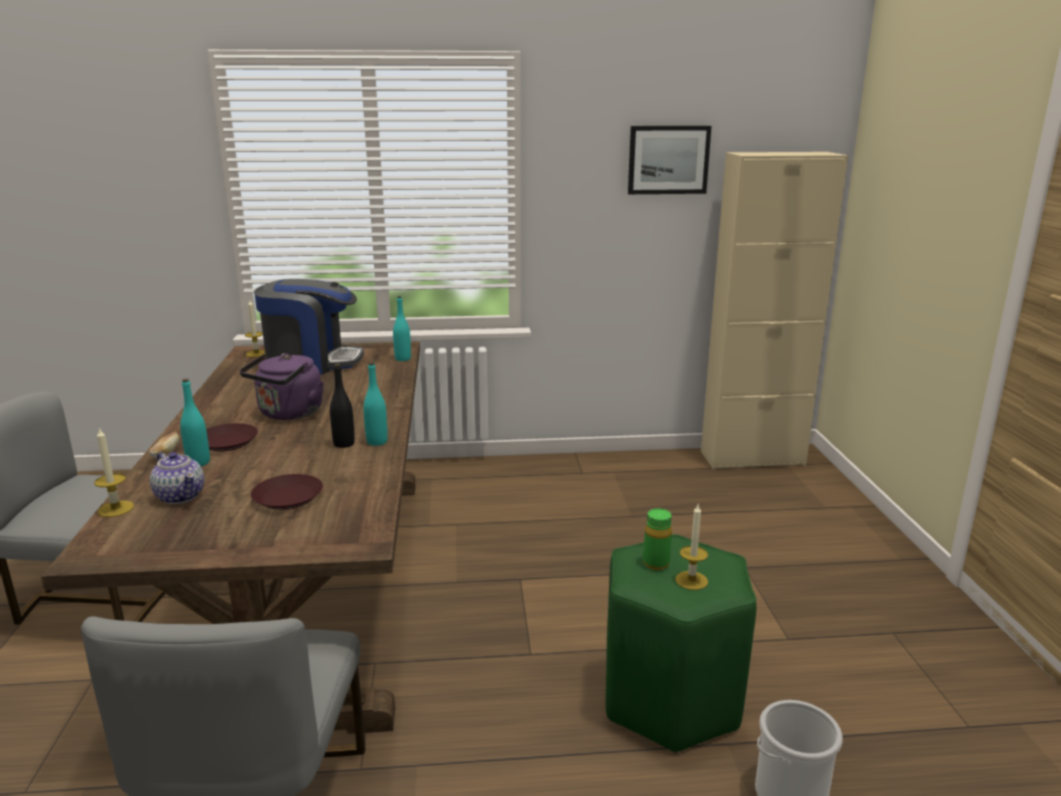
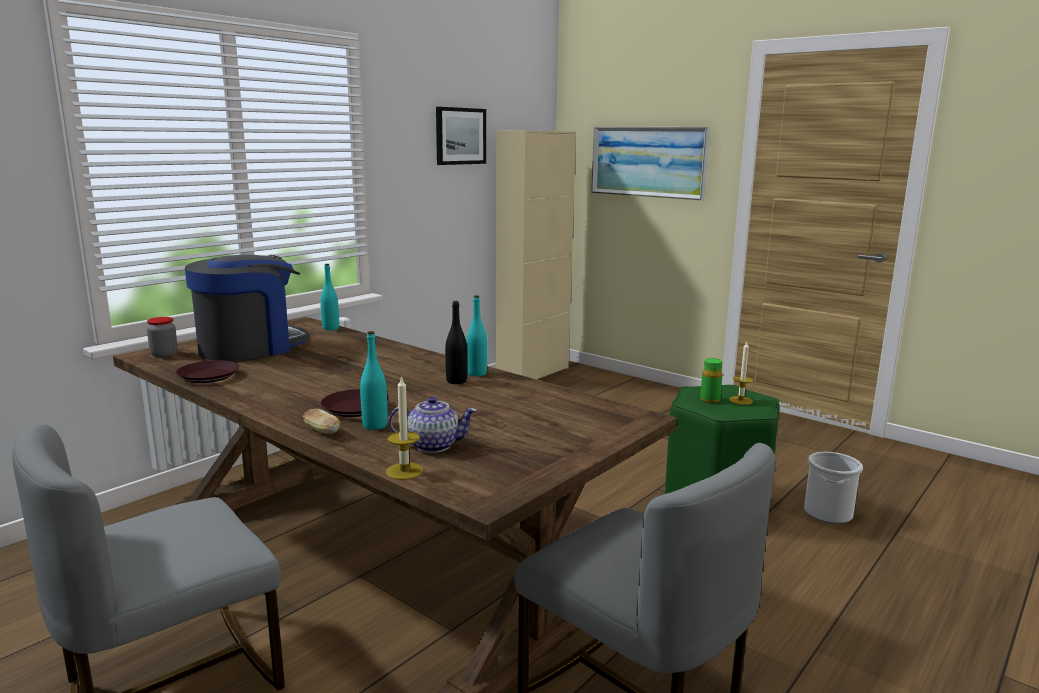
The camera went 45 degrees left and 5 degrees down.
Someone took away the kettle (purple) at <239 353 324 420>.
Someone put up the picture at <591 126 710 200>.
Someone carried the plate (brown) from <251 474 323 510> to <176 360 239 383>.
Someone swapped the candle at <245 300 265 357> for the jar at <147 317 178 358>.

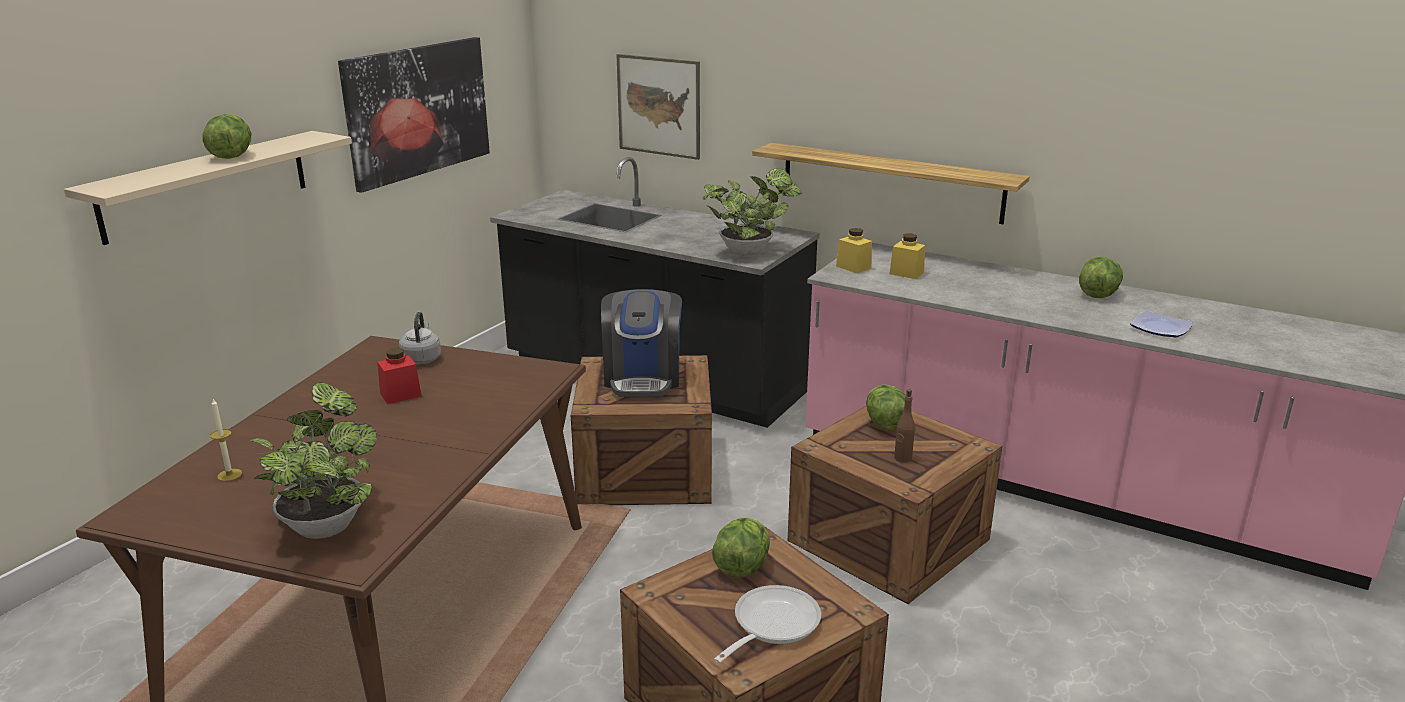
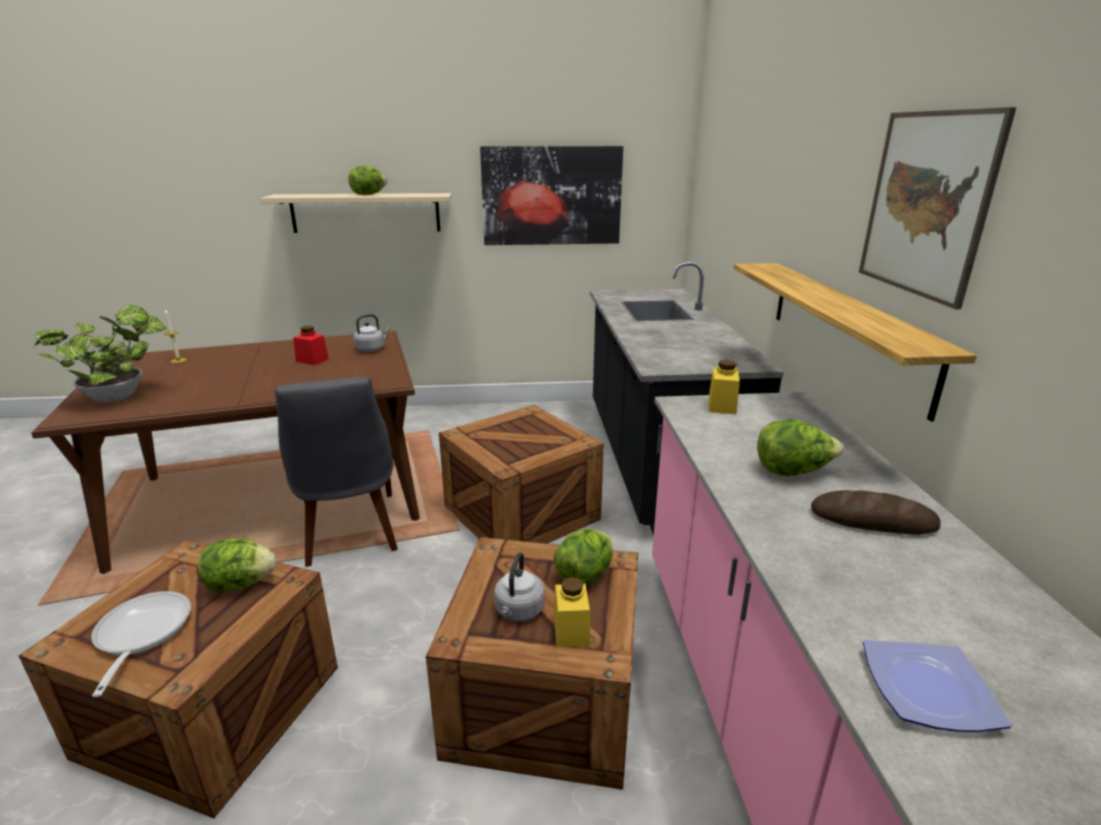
The camera went 55 degrees right and 0 degrees up.
Someone took away the coffee machine at <601 289 682 397>.
Someone took away the potted plant at <702 168 802 256>.
Someone put down the chair (grey) at <275 377 398 567>.
Someone put down the bread at <811 490 941 535>.
Someone carried the picture from <616 54 700 160> to <859 107 1017 309>.
Someone carried the jar (yellow) from <890 233 925 279> to <554 577 590 647>.
Someone carried the lettuce from <1079 257 1123 298> to <757 419 844 476>.
Someone swapped the bottle (brown) at <894 389 915 463> for the kettle (grey) at <494 552 545 621>.
Someone rotated the frying pan at <714 585 821 663> by 105 degrees counterclockwise.

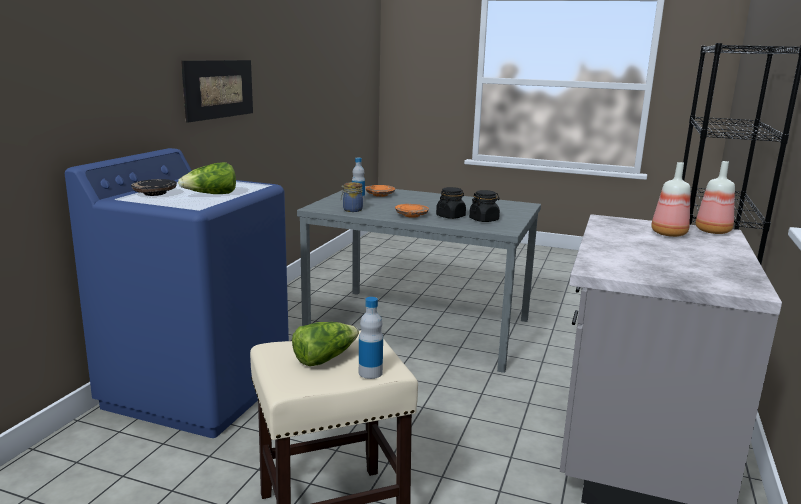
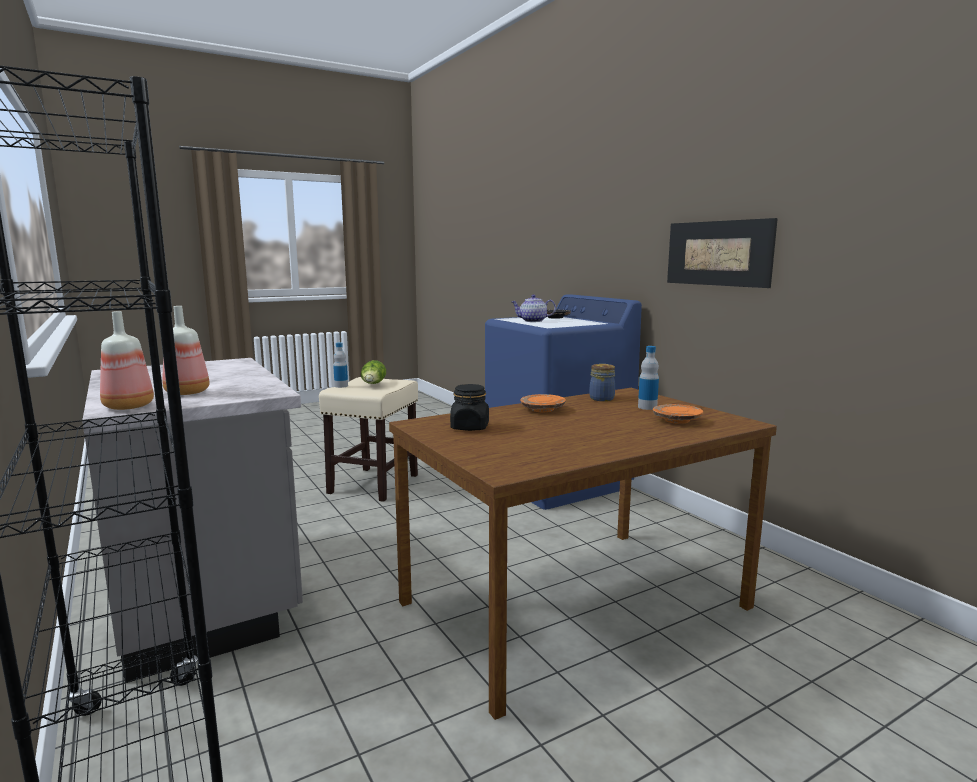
The camera went 130 degrees right and 5 degrees down.
Someone took away the jar (black) at <436 187 466 219>.
Someone swapped the lettuce at <178 162 236 194> for the teapot at <512 294 556 322>.
Someone repainted the dining table (grey) at <297 186 541 373>, which became the dining table (brown) at <389 388 777 720>.

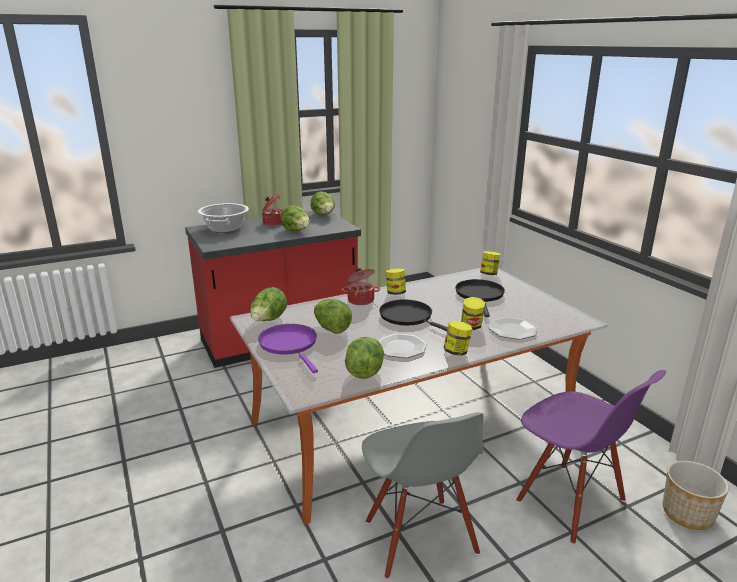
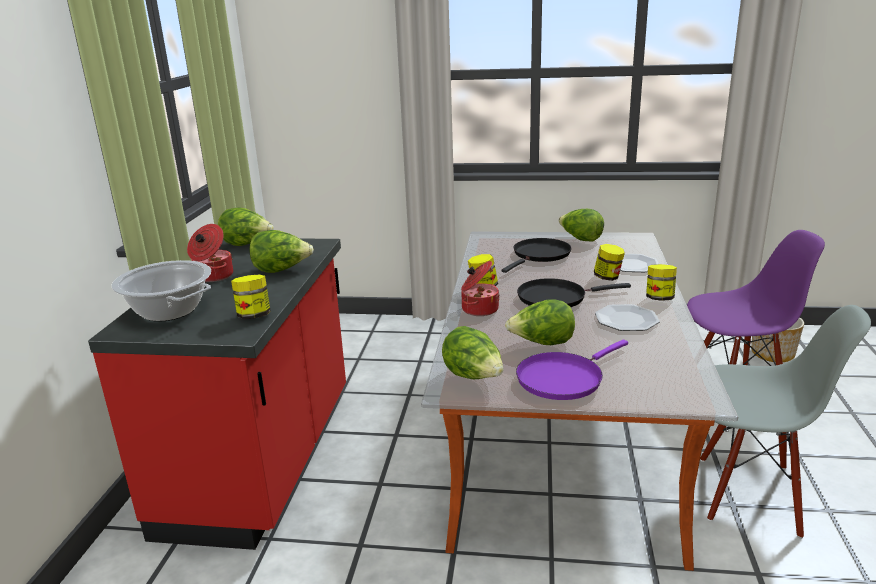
The camera went 55 degrees left and 0 degrees up.
Someone carried the lettuce from <345 337 384 379> to <559 209 604 241>.
Someone carried the jar from <480 251 500 275> to <231 275 271 319>.
Someone rotated the frying pan (purple) at <258 324 318 373> by 45 degrees counterclockwise.
Someone rotated the frying pan (black) at <455 279 505 317> by 90 degrees clockwise.

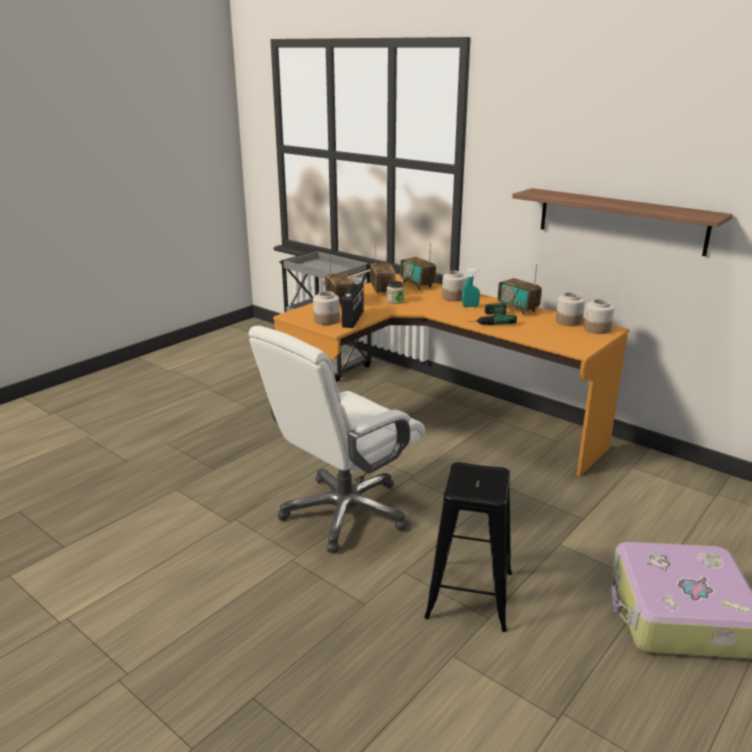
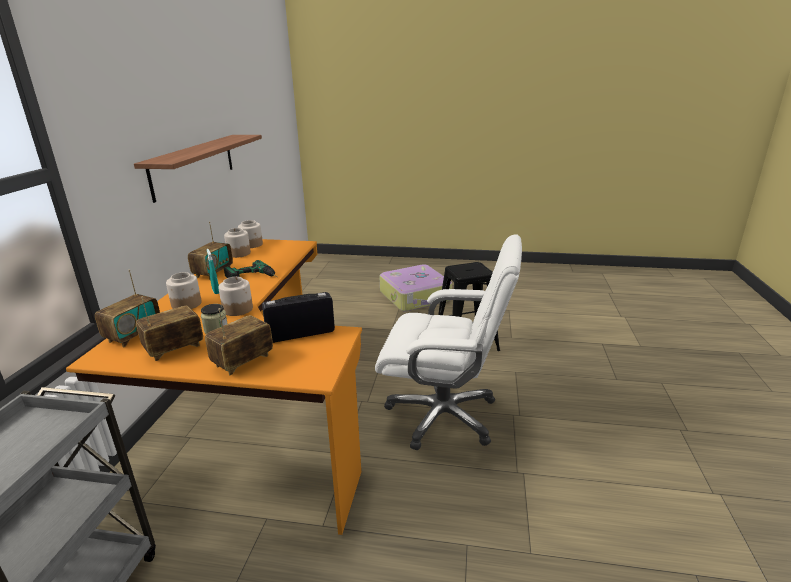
The camera went 120 degrees left and 0 degrees up.
Someone carried the jar from <313 291 340 325> to <218 277 253 316>.

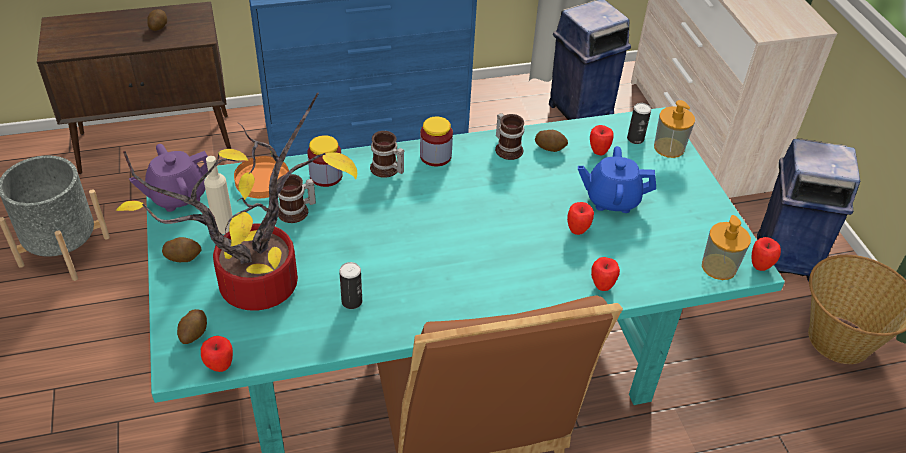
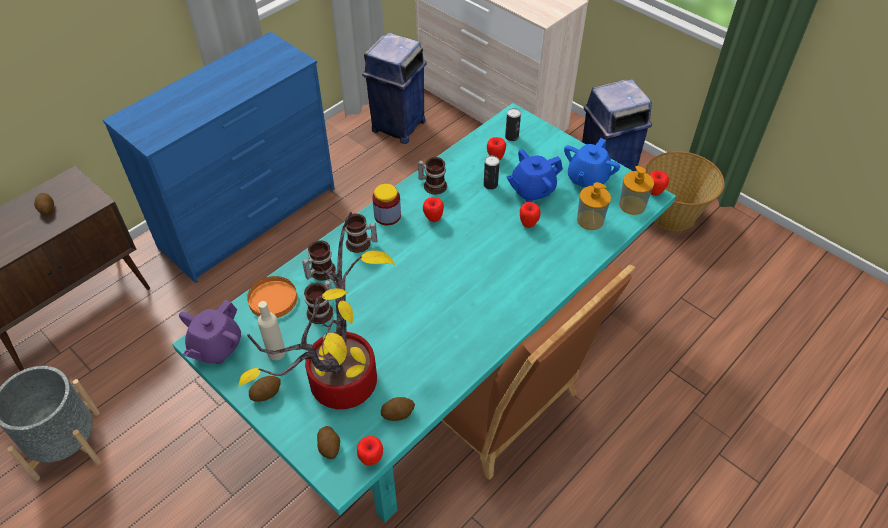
The camera went 30 degrees left and 5 degrees up.
Someone put down the teapot (blue) at <564 138 620 188>.
Someone carried the can from <339 262 362 309> to <484 156 500 190>.
Someone carried the potato from <535 130 568 152> to <381 397 415 421>.
Someone carried the apple from <591 257 620 291> to <423 197 444 222>.
Someone carried the soap dispenser from <654 100 695 158> to <577 182 611 230>.
Someone swapped the jar at <307 135 343 187> for the mug at <302 240 336 281>.

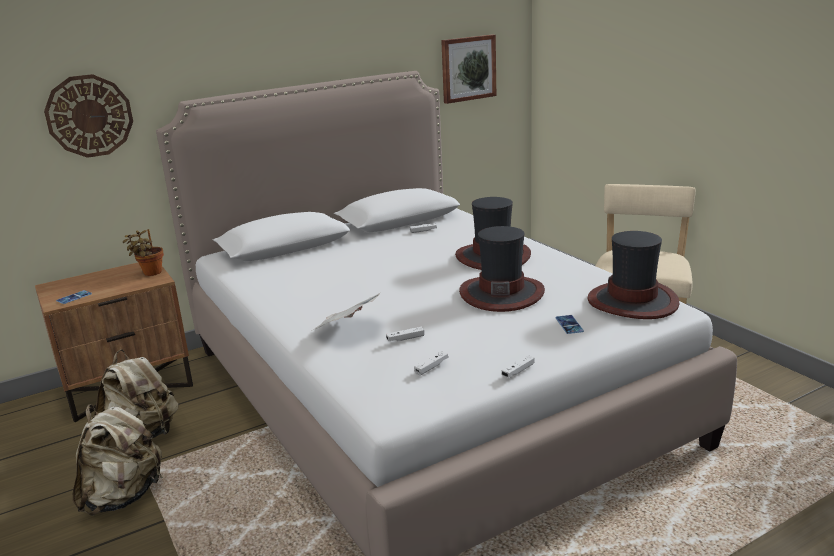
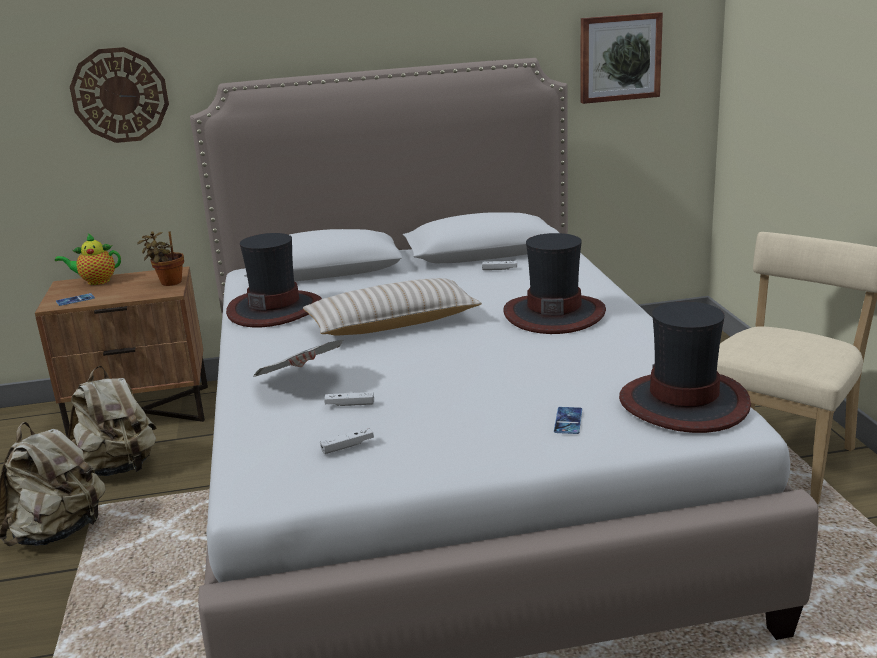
The camera went 20 degrees right and 0 degrees up.
Someone took away the game controller (white) at <501 355 535 378>.
Someone put down the teapot at <55 234 121 285>.
Someone put down the pillow (beige) at <303 278 482 335>.
Someone carried the hat from <459 226 545 312> to <226 233 322 327>.

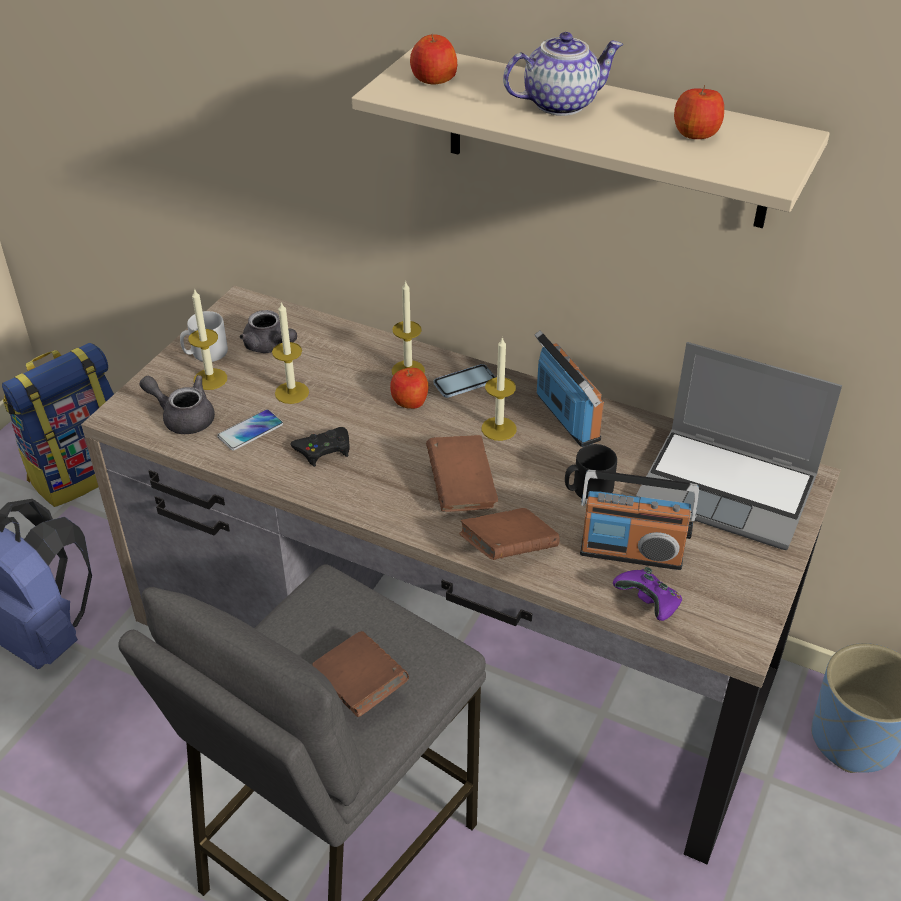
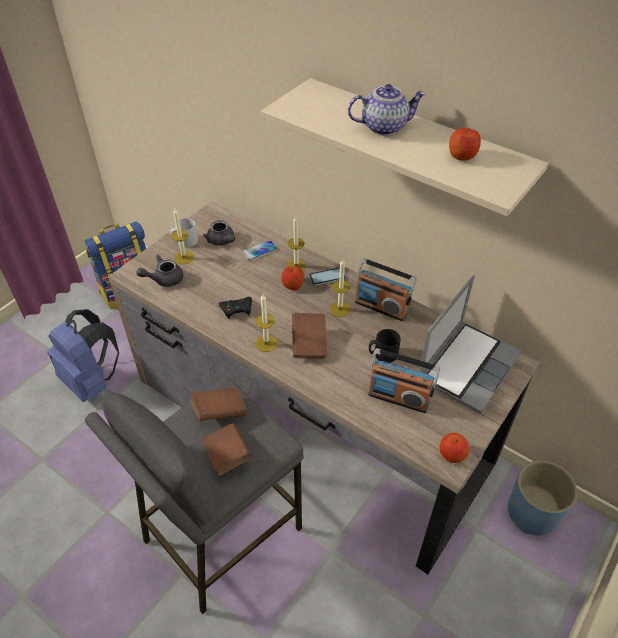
The camera went 10 degrees right and 5 degrees up.
Someone took away the game controller (purple) at <613 567 682 621>.
Someone carried the phone from <217 409 283 450> to <242 240 278 261>.
Someone carried the candle from <272 301 309 404> to <255 294 277 352>.
Someone carried the apple from <410 34 457 84> to <439 433 469 463>.
Someone carried the book (brown) from <459 508 560 560> to <190 388 247 421>.
Someone rotated the teapot (grey) at <139 375 215 434> by 60 degrees counterclockwise.
Someone rotated the radio at <535 330 604 447> by 135 degrees clockwise.
Someone rotated the laptop at <636 342 842 550> by 90 degrees counterclockwise.

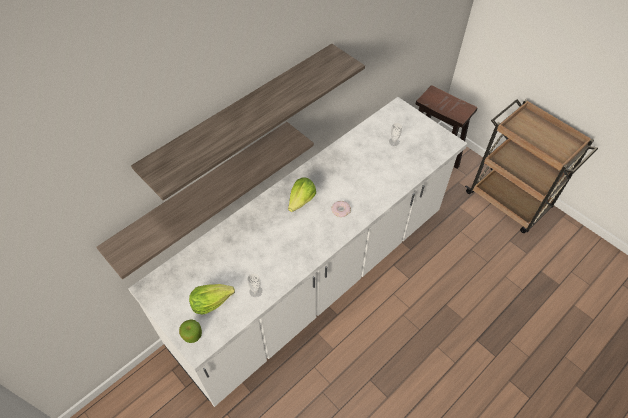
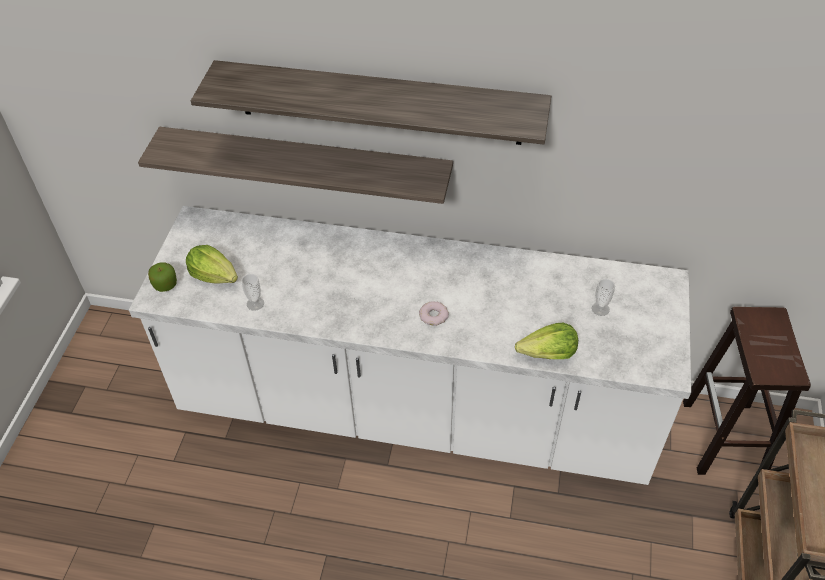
The camera went 55 degrees right and 5 degrees down.
Someone carried the lettuce from <288 177 316 212> to <515 323 578 359>.

